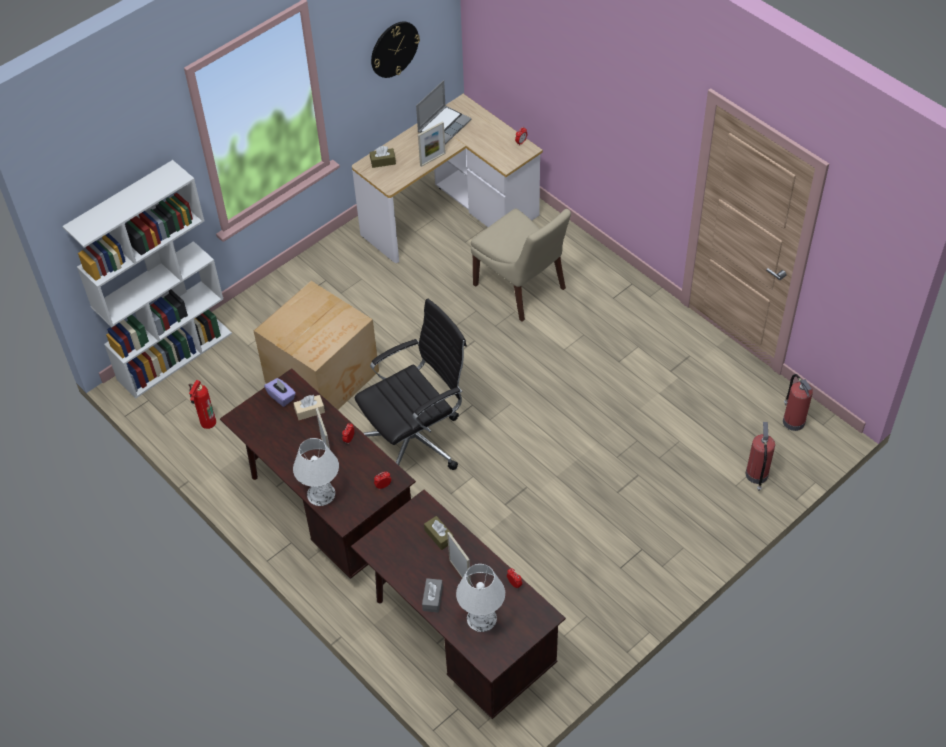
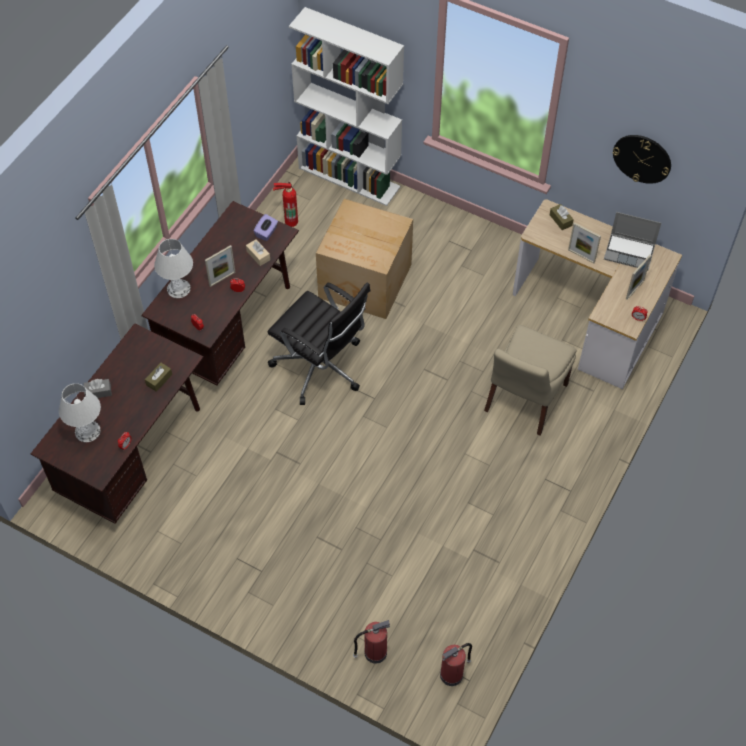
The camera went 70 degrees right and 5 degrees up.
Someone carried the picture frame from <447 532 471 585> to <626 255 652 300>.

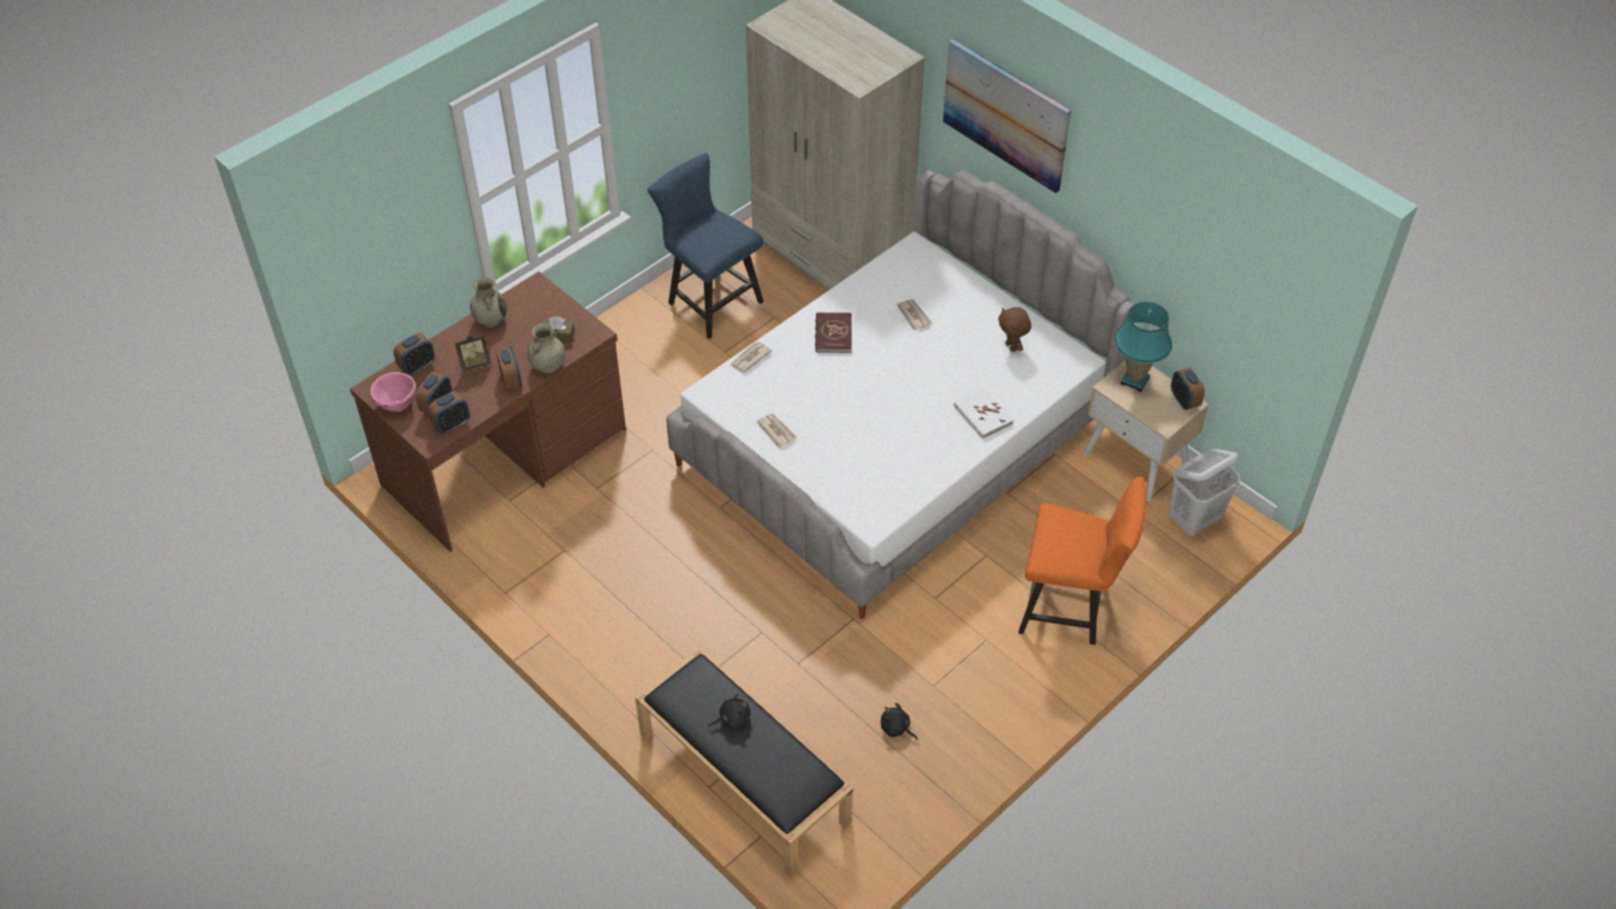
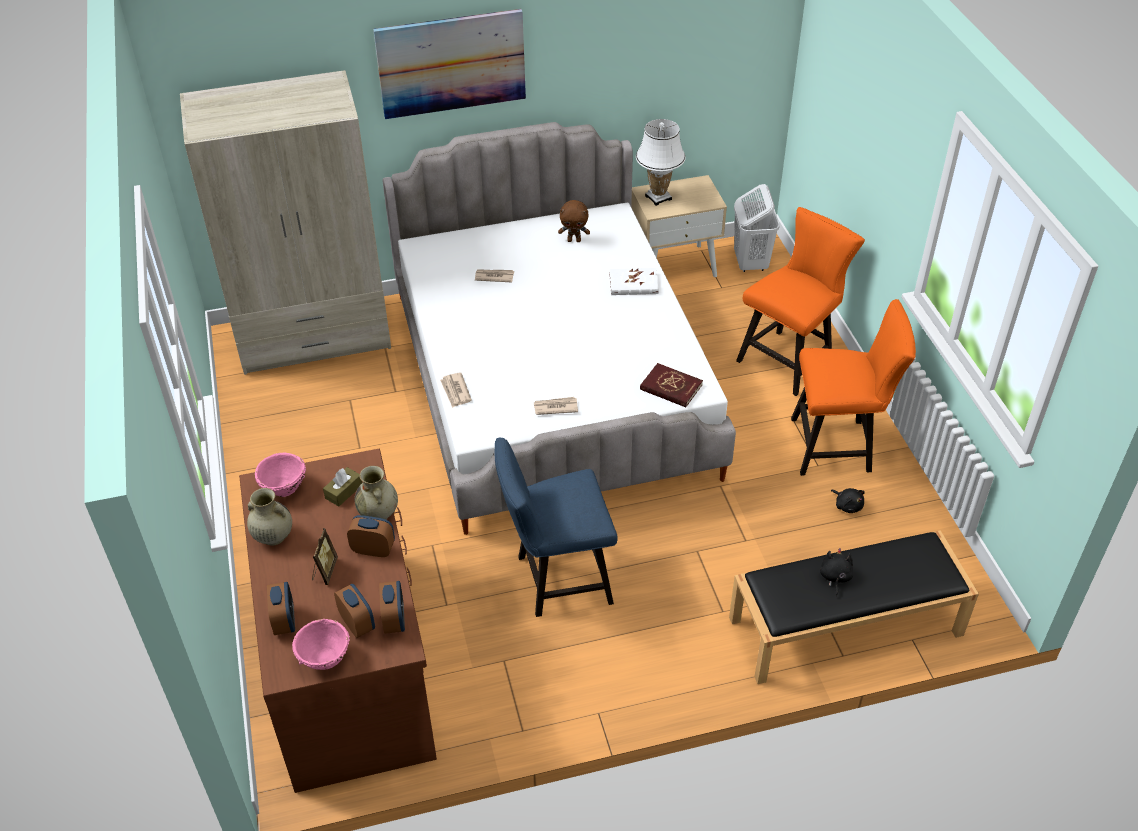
The camera went 60 degrees left and 5 degrees down.
Someone took away the alarm clock at <1171 367 1205 410>.
Someone put down the bowl (pink) at <255 453 306 497>.
Someone put down the chair (orange) at <791 299 916 476>.
Someone carried the chair (blue) from <647 153 764 339> to <494 438 618 617>.
Someone carried the book (red) from <815 313 852 353> to <640 363 703 407>.
Someone repainted the table lamp (turquoise) at <1114 302 1172 392>, which became the table lamp (white) at <636 119 686 206>.
Someone rotated the plush toy (black) at <881 703 918 740> by 105 degrees counterclockwise.

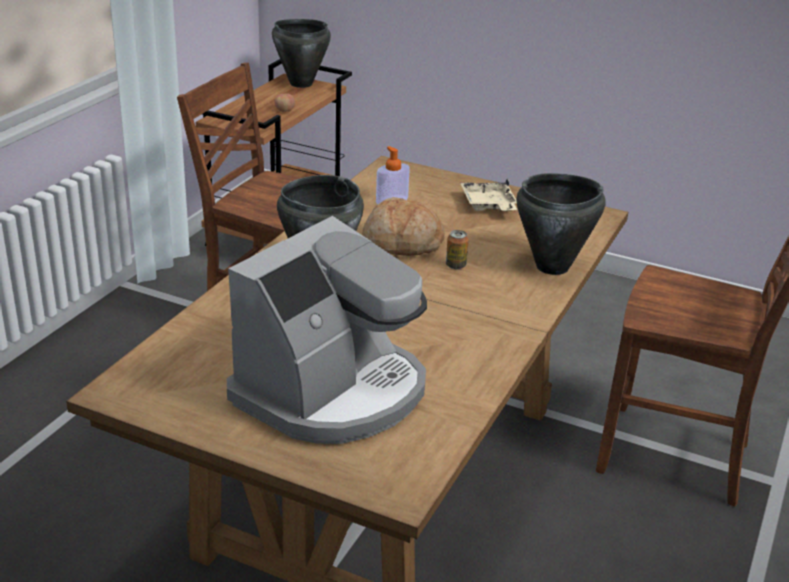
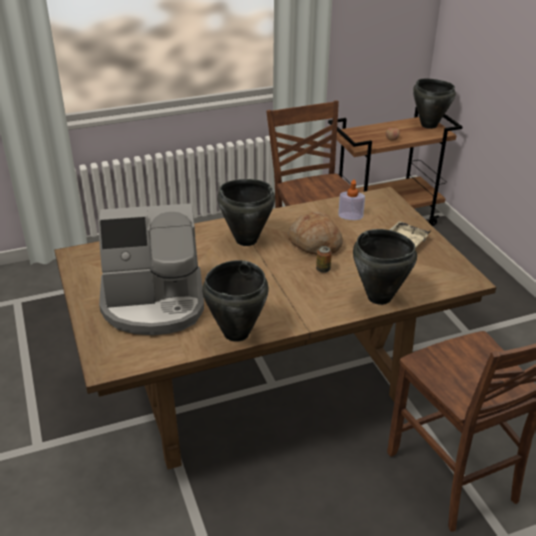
The camera went 45 degrees right and 5 degrees up.
Someone put down the cooking pot (black) at <202 260 269 342>.

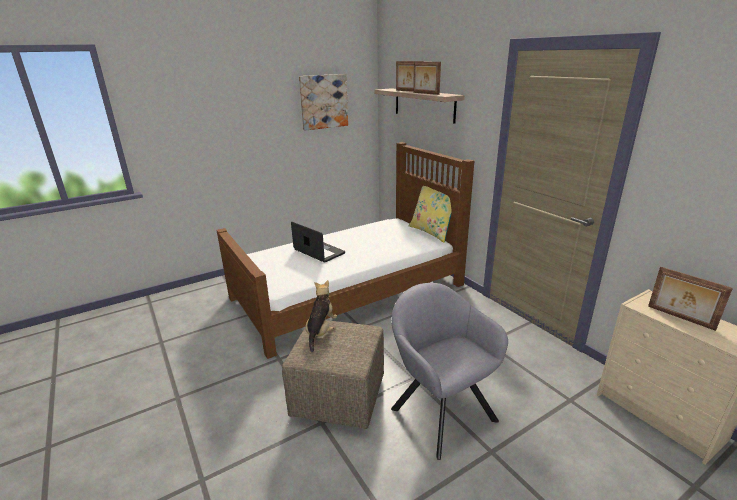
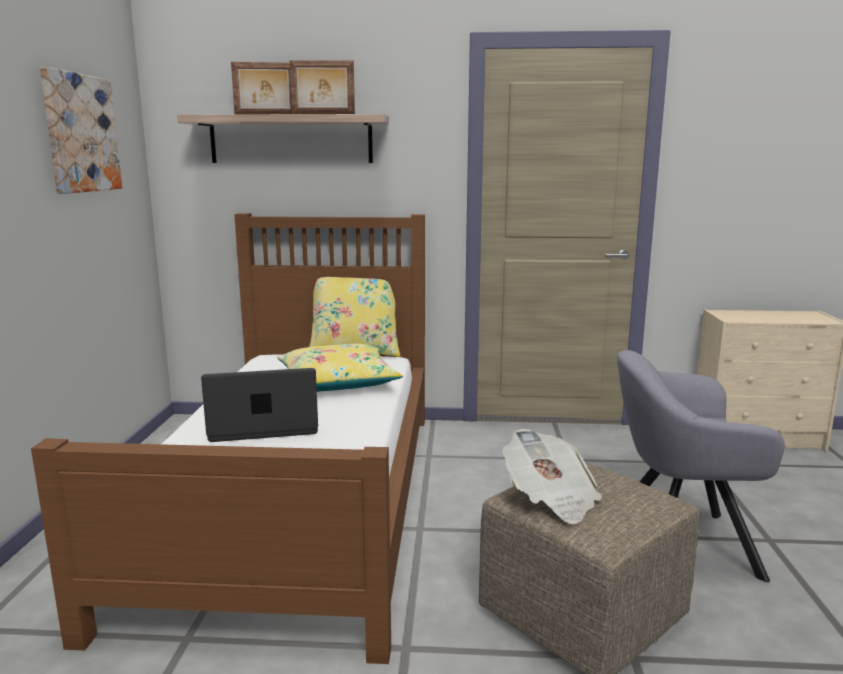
The camera went 55 degrees left and 10 degrees down.
Someone took away the picture frame at <648 267 733 331>.
Someone put down the pillow (yellow) at <277 344 403 392>.
Someone swapped the plush toy at <305 280 337 353> for the newspaper at <502 429 602 524>.

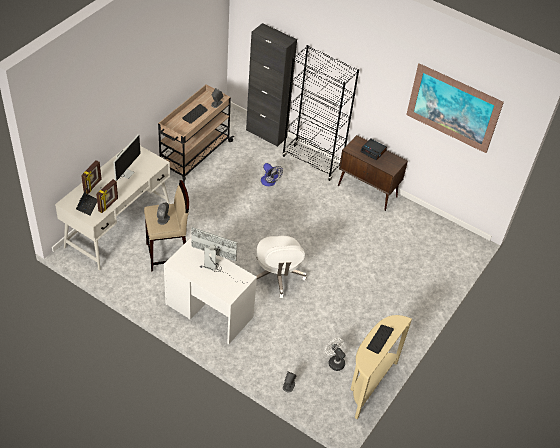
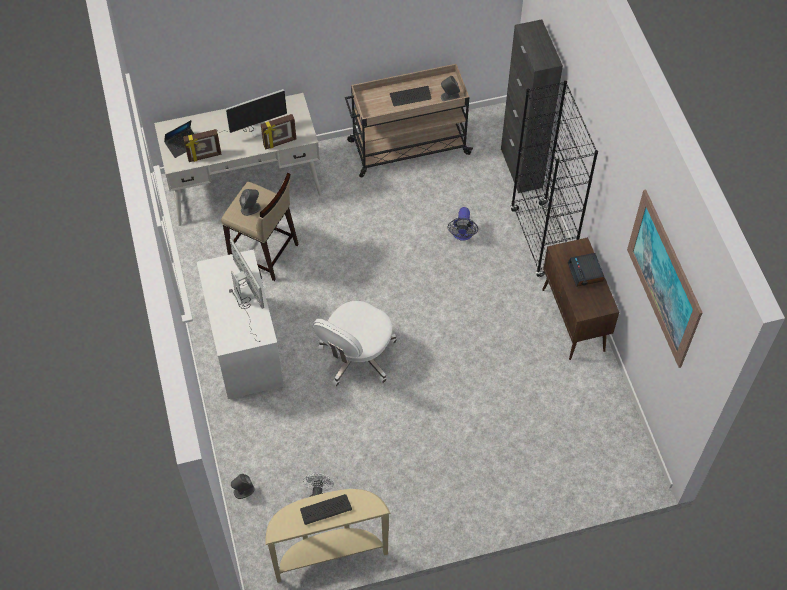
The camera went 45 degrees right and 10 degrees up.
Someone carried the picture frame from <81 160 102 194> to <261 114 296 150>.

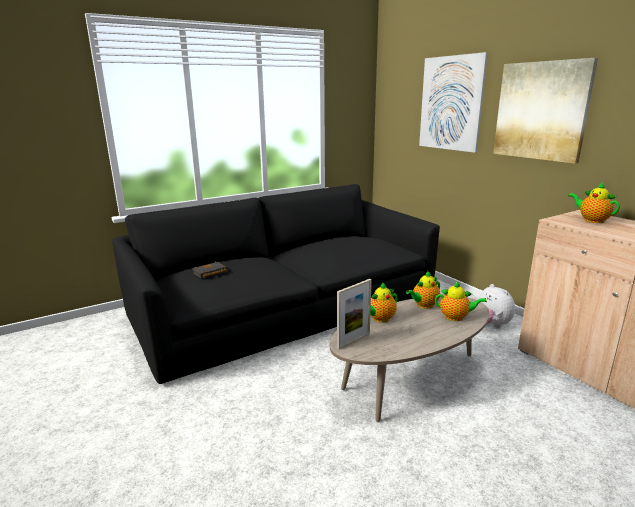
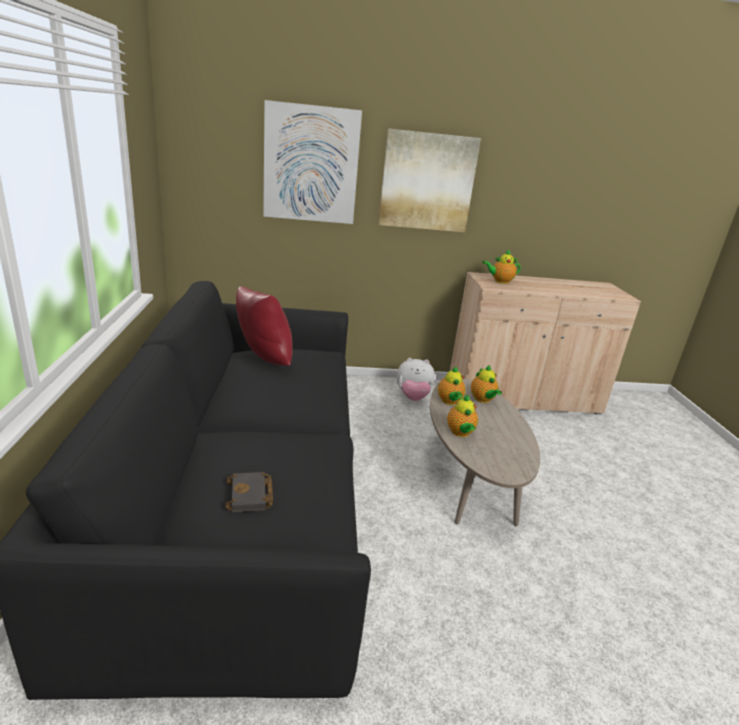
The camera went 65 degrees left and 5 degrees up.
Someone took away the picture frame at <337 279 372 349>.
Someone put down the pillow (red) at <236 286 293 366>.
Someone rotated the teapot at <435 281 487 321> by 120 degrees clockwise.

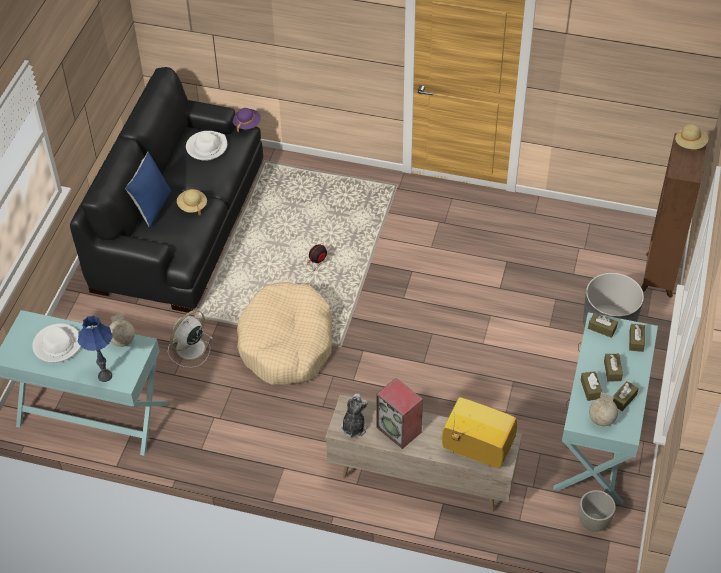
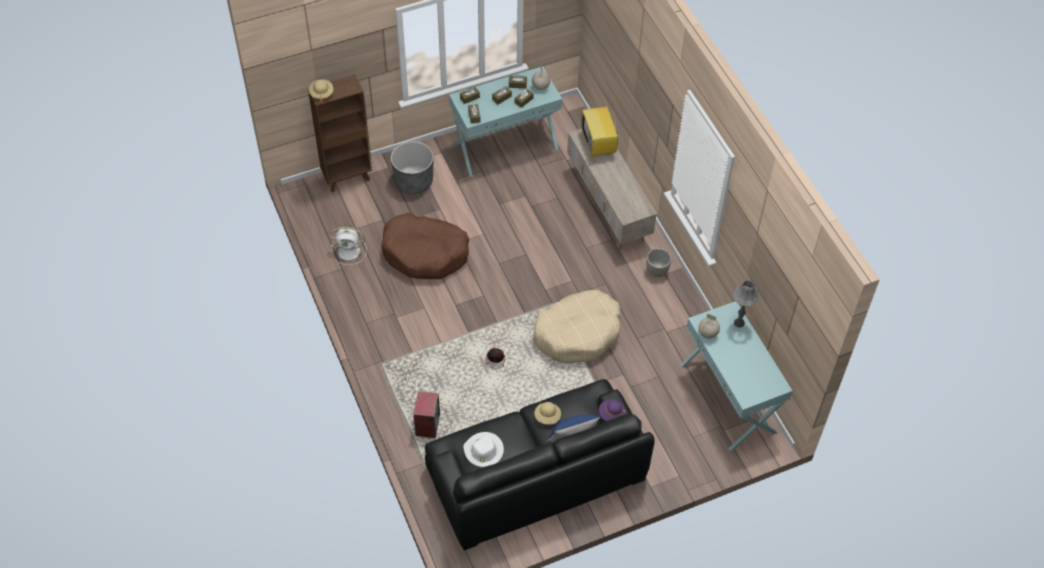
The camera went 130 degrees left and 5 degrees up.
Someone took away the hat (white) at <32 324 81 363>.
Someone took away the plush toy at <340 393 368 438>.
Someone put down the dog bed (brown) at <381 213 469 279>.
Someone carried the fan (white) from <168 310 213 368> to <329 227 367 265>.
Someone carried the hat (purple) from <233 108 261 132> to <599 400 626 421>.
Someone carried the speaker from <376 378 423 449> to <414 391 440 438>.
Someone carried the planter (grey) from <579 490 616 532> to <646 248 672 277>.
Someone repainted the table lamp (blue) at <78 315 113 382>, which became the table lamp (grey) at <733 280 759 328>.

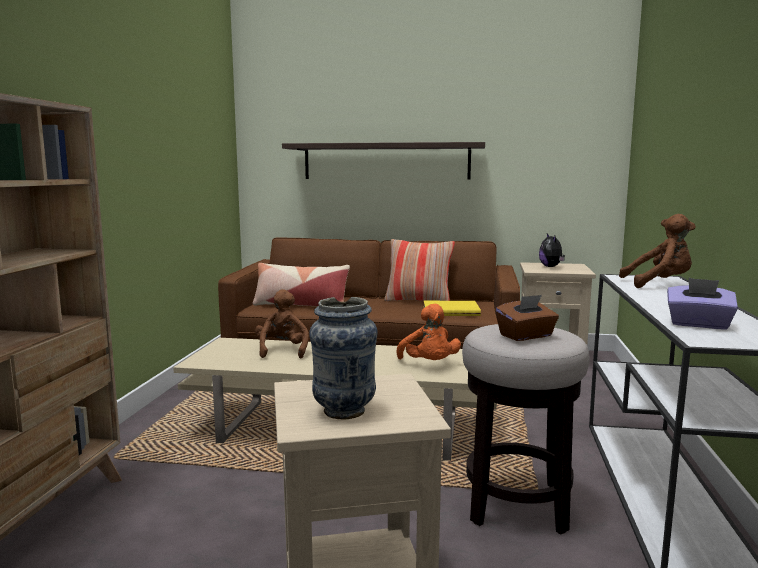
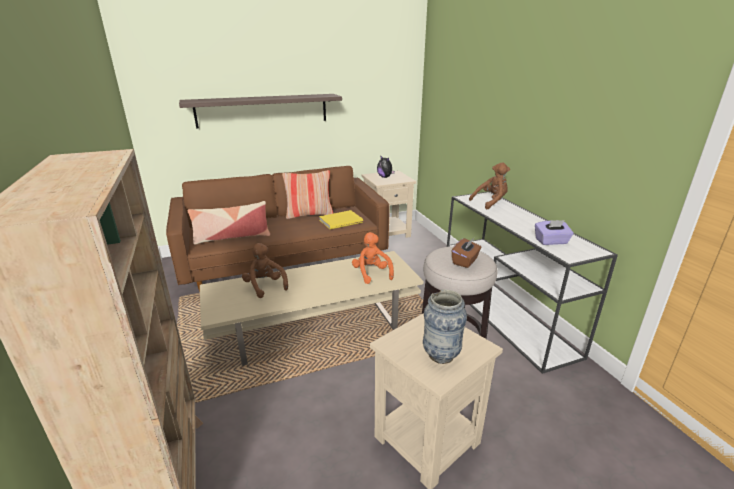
The camera went 30 degrees left and 15 degrees up.
Someone rotated the plush toy (orange) at <397 303 461 360> by 150 degrees counterclockwise.

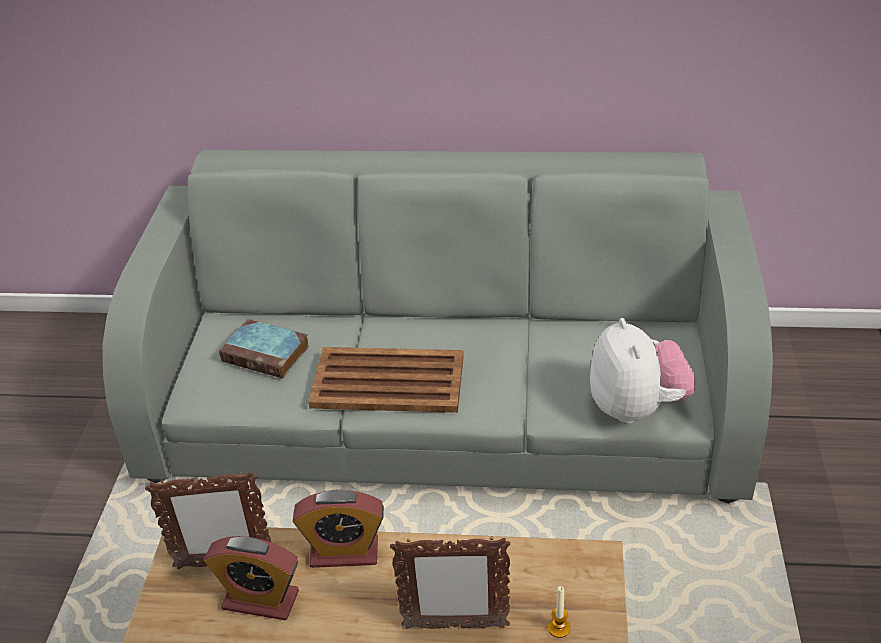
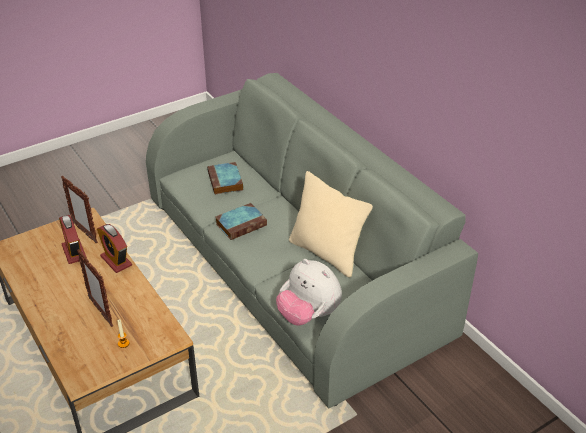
The camera went 50 degrees right and 0 degrees up.
Someone put down the pillow (beige) at <289 171 373 277>.
Someone swapped the tray (brown) at <308 347 464 413> for the book at <215 203 267 240>.
Someone rotated the plush toy at <590 318 696 424> by 90 degrees clockwise.

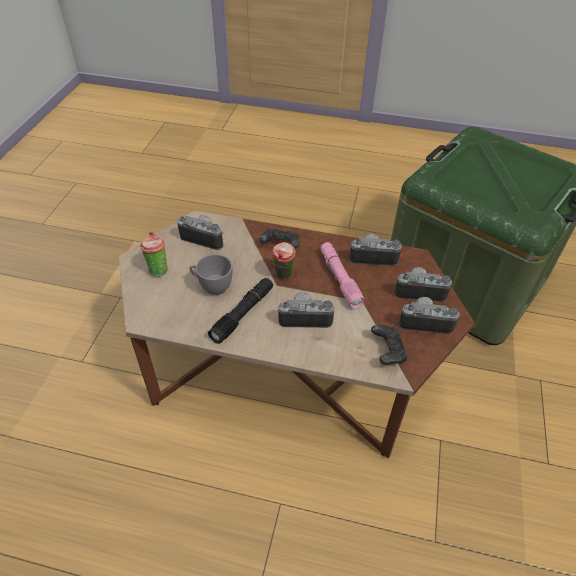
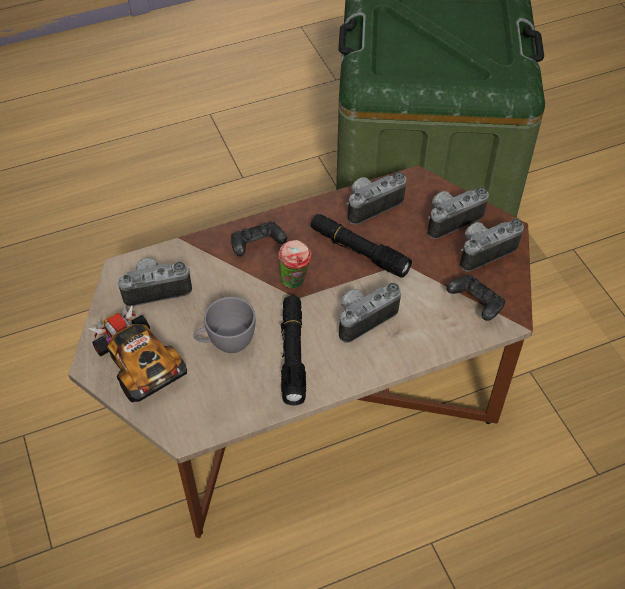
The camera went 35 degrees left and 5 degrees up.
Someone swapped the cup at <140 232 168 276> for the toy car at <88 304 187 403>.
Someone repainted the flashlight (pink) at <321 242 365 308>, which became the flashlight (black) at <311 214 412 278>.

